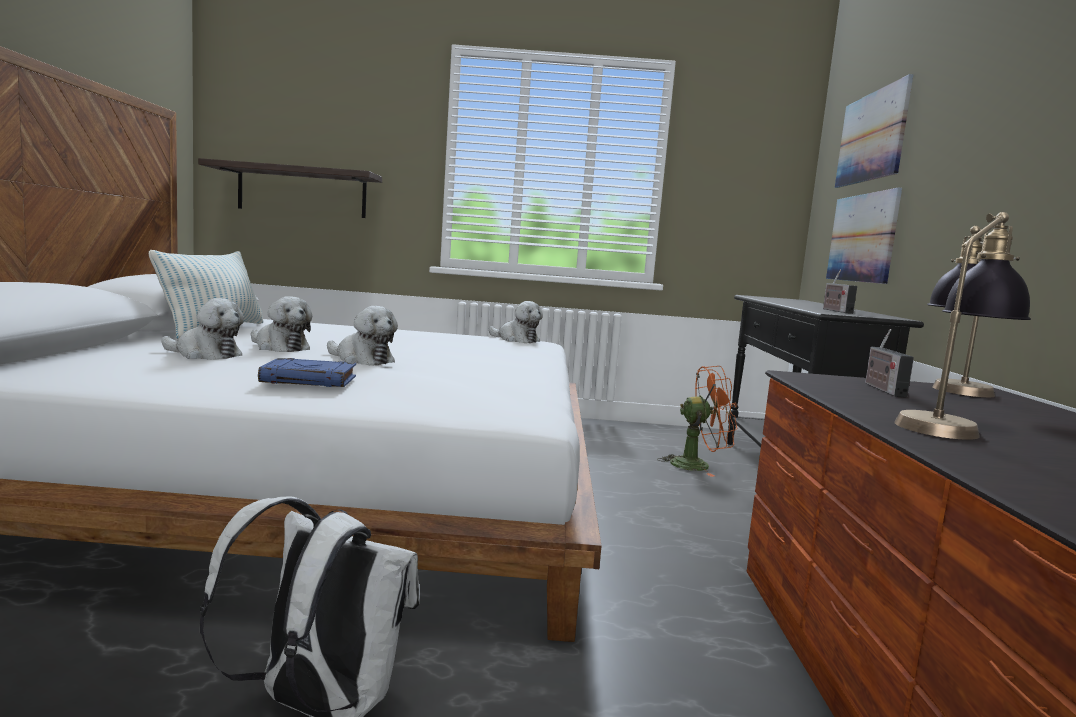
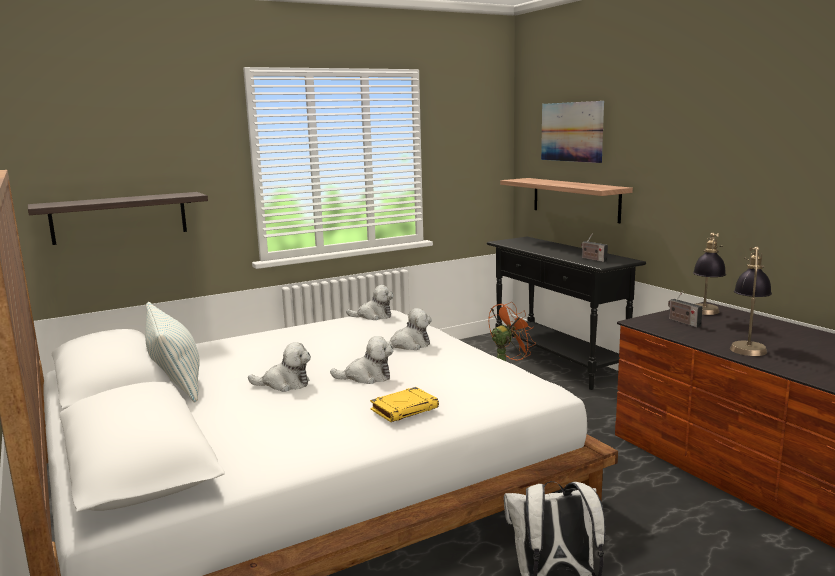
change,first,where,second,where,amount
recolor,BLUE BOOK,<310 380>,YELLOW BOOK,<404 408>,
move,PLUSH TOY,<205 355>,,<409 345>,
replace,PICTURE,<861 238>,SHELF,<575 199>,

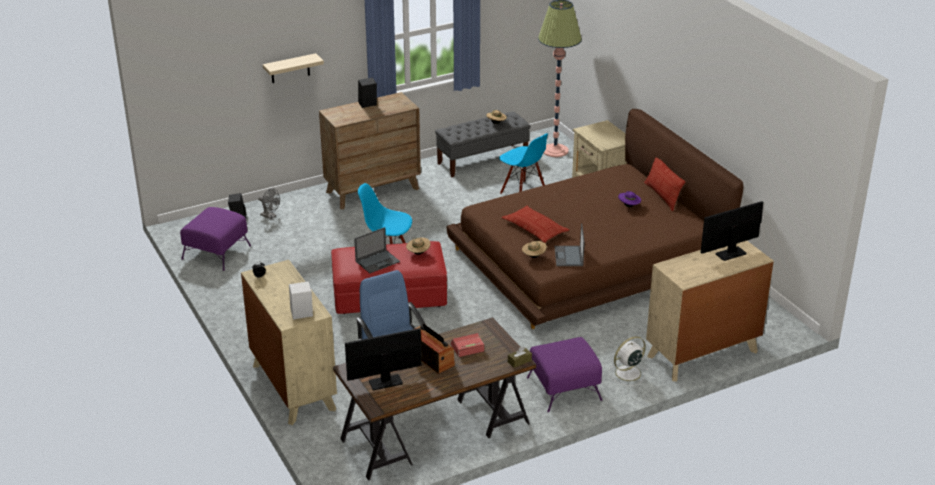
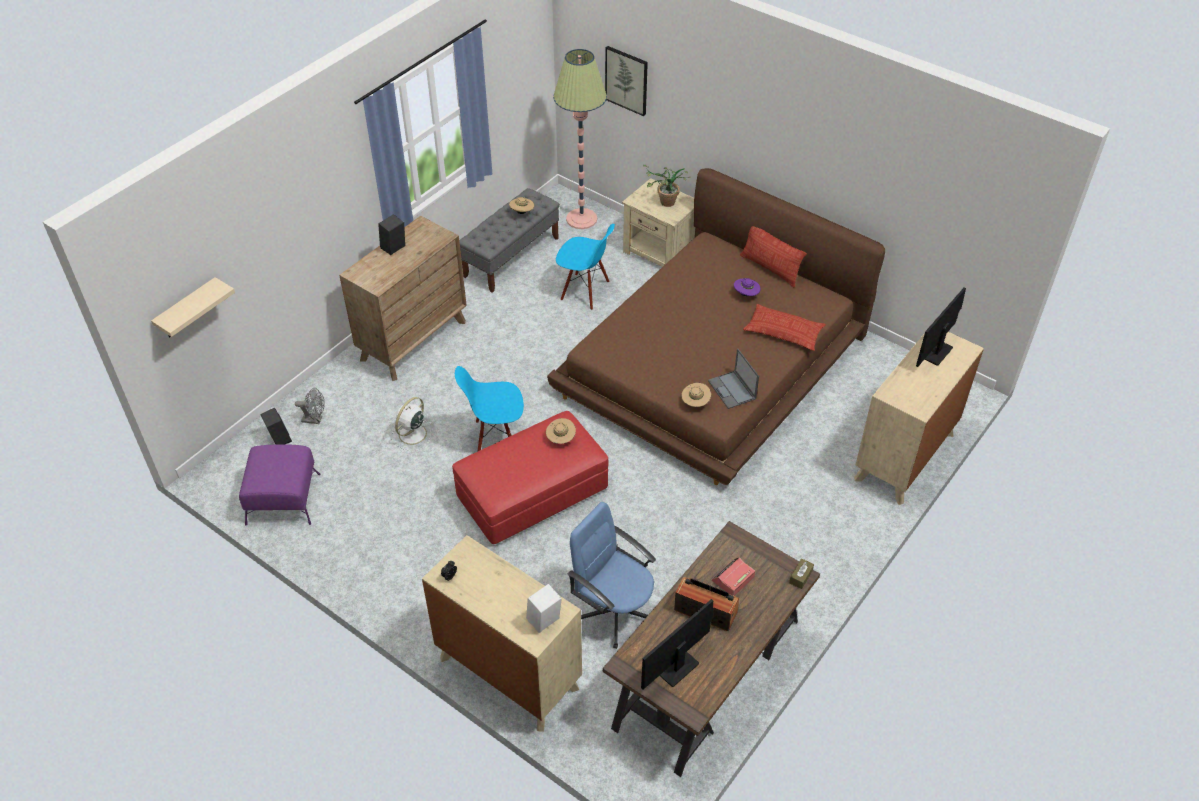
change,first,where,second,where,amount
move,BEIGE SHELF,<290 68>,,<187 310>,
move,WHITE FAN,<627 373>,,<411 435>,
insert,,,PICTURE,<627 80>,
insert,,,POTTED PLANT,<663 203>,
move,PILLOW,<535 228>,,<784 331>,
delete,LAPTOP,<378 261>,,,
delete,PURPLE OTTOMAN,<563 388>,,,

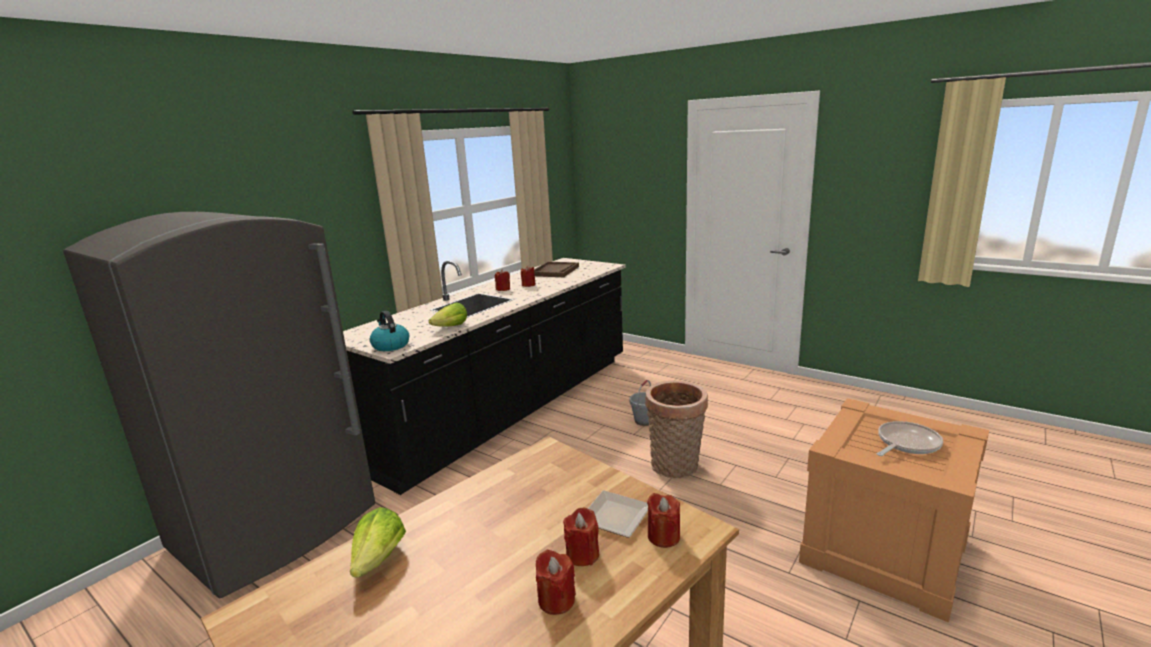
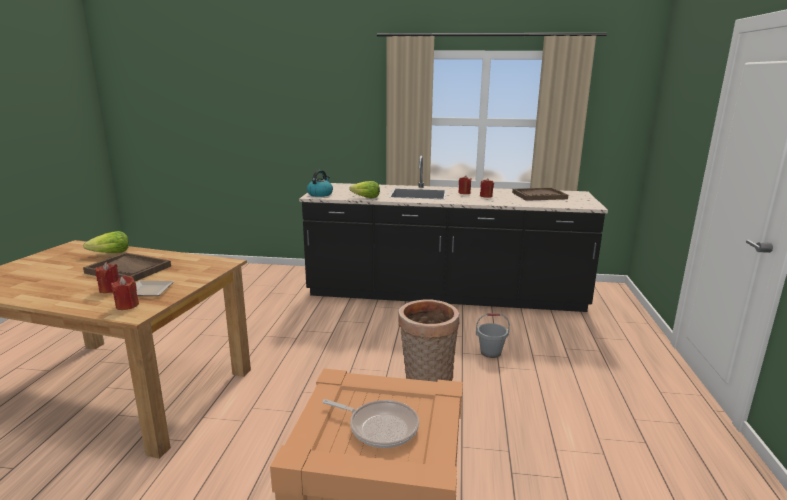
change,first,where,second,where,amount
insert,,,BROWN TRAY,<128 269>,
delete,GREY FRIDGE,<277 528>,,,
delete,RED CANDLE,<556 600>,,,

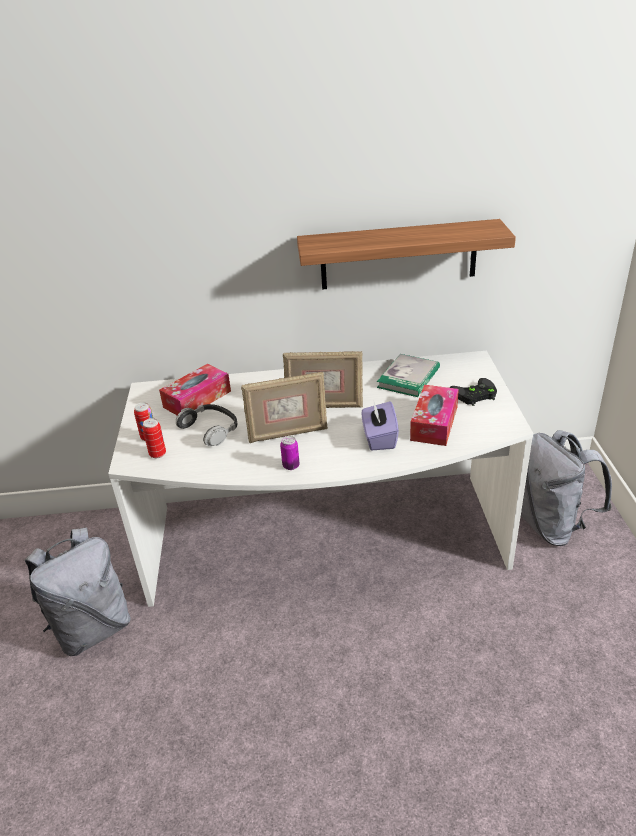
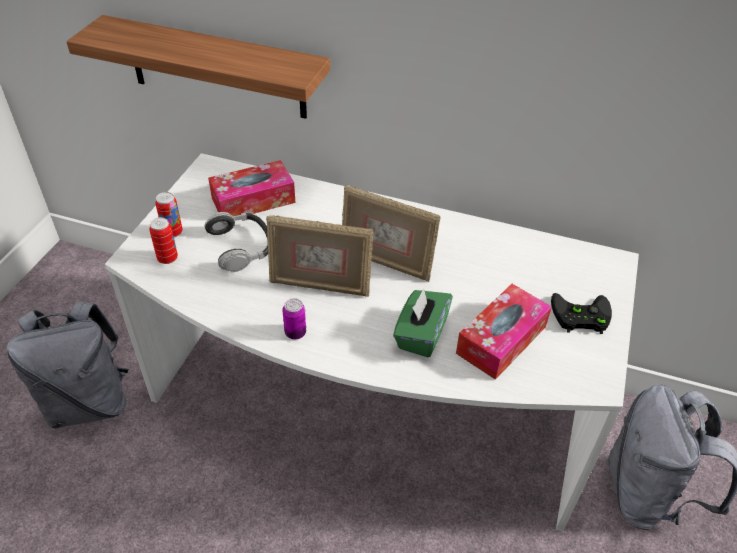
change,first,where,second,where,amount
move,SHELF,<398 255>,,<216 68>,
recolor,PURPLE TISSUE BOX,<379 438>,GREEN TISSUE BOX,<420 335>,
delete,BOOK,<408 378>,,,

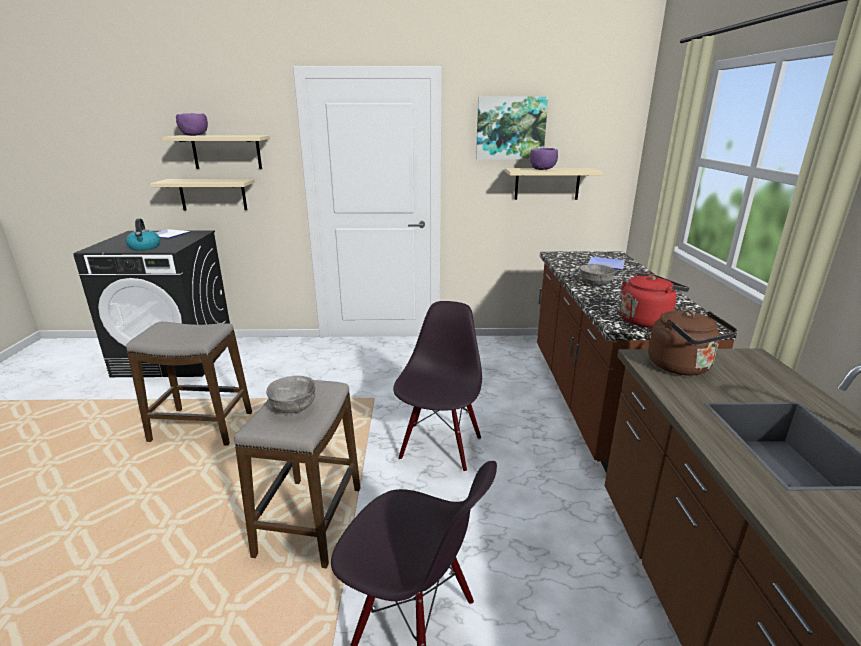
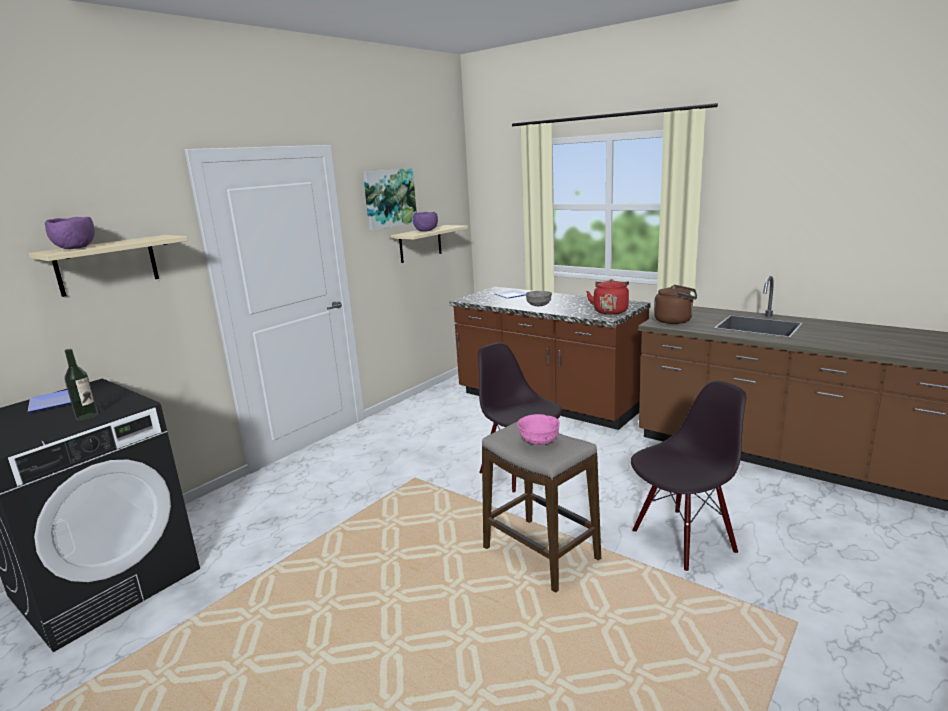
change,first,where,second,where,amount
replace,KETTLE,<145 247>,BOTTLE,<87 417>,
recolor,GREY BOWL,<294 407>,PINK BOWL,<539 441>,
delete,STOOL,<201 427>,,,
delete,BEIGE SHELF,<213 194>,,,

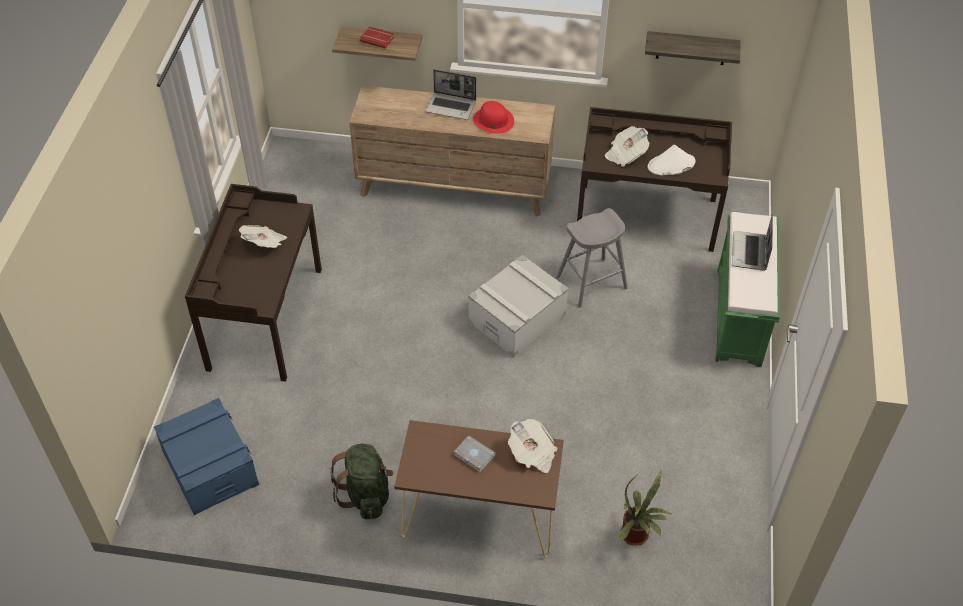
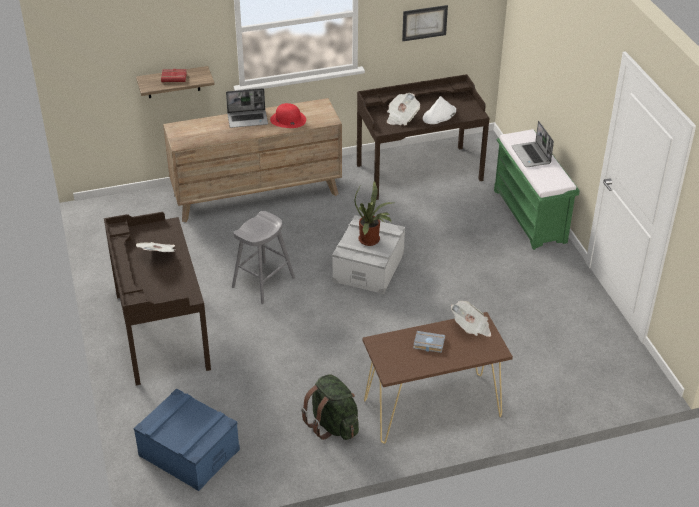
change,first,where,second,where,amount
move,GREY STOOL,<591 282>,,<263 282>,
move,POTTED PLANT,<637 536>,,<371 240>,
replace,SHELF,<691 48>,PICTURE,<424 22>,

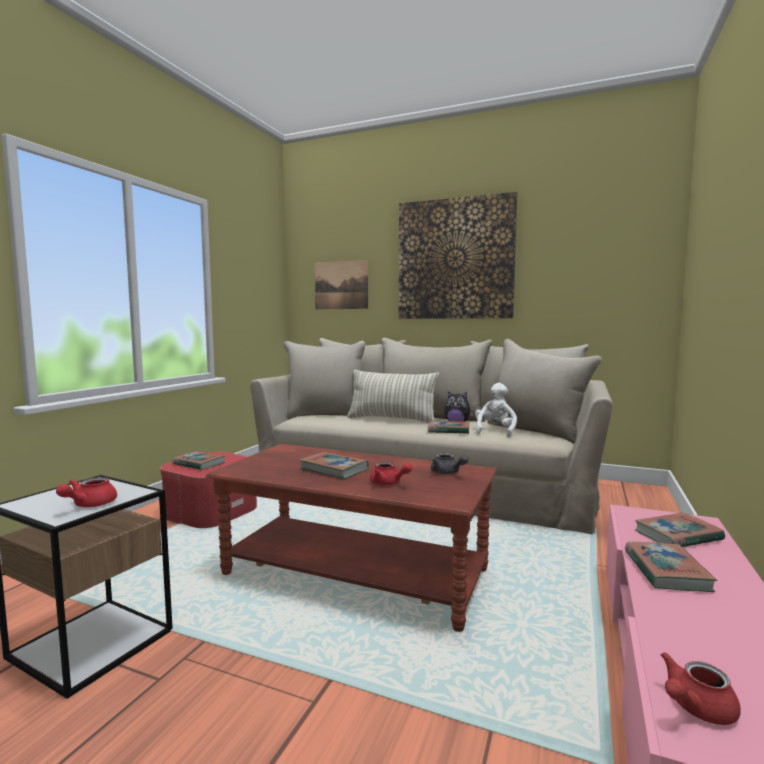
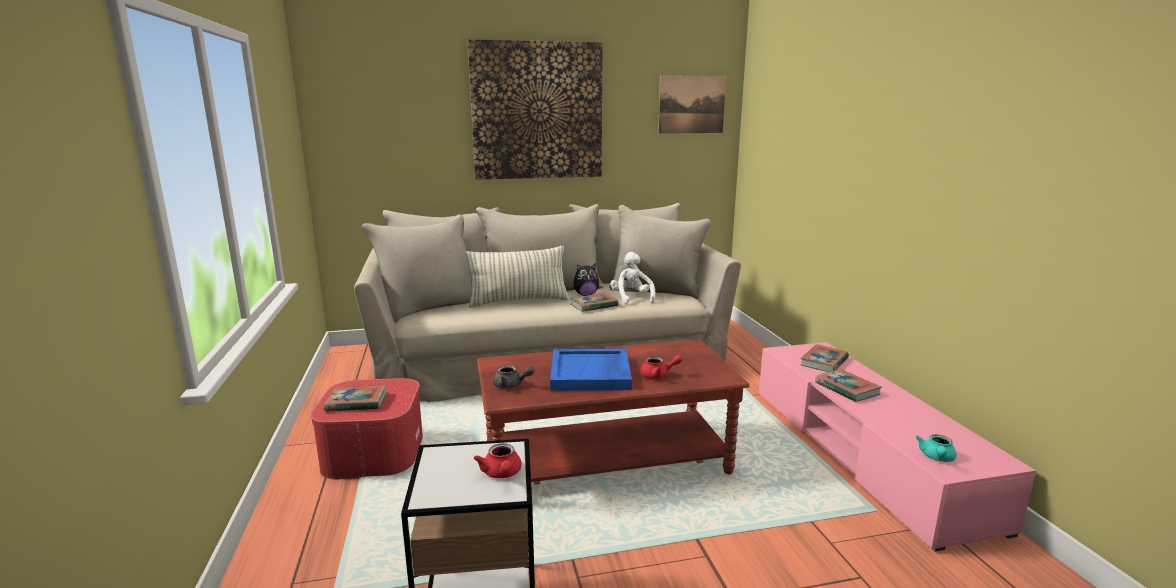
change,first,where,second,where,amount
move,GREY TEAPOT,<447 473>,,<511 385>,
replace,BOOK,<334 469>,BLUE TRAY,<591 373>,
move,PICTURE,<341 285>,,<691 104>,
recolor,RED TEAPOT,<695 708>,TURQUOISE TEAPOT,<936 458>,

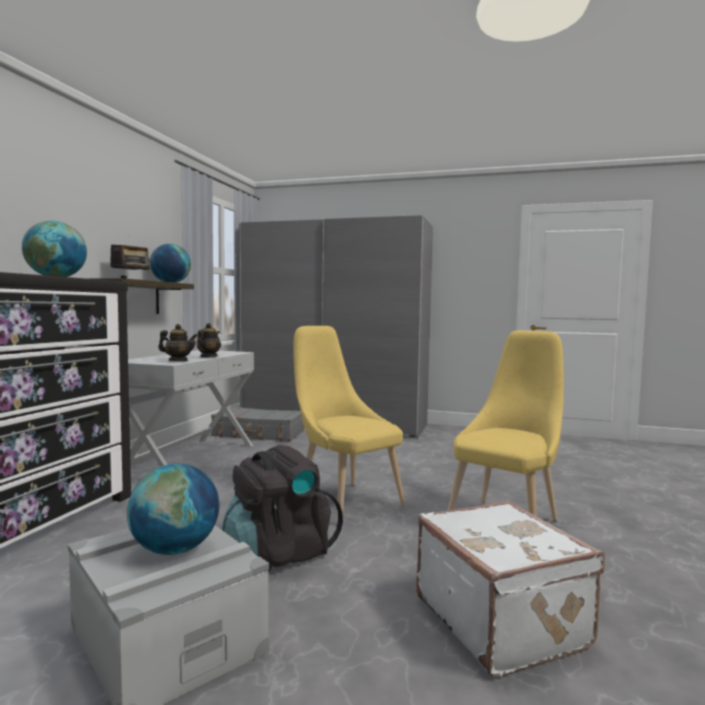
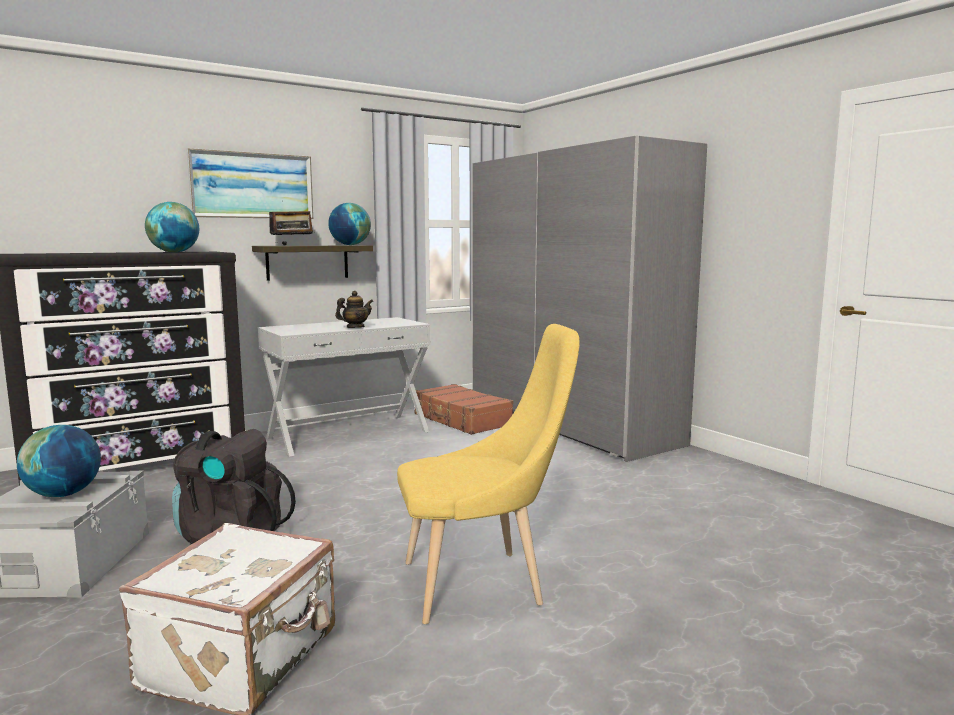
change,first,where,second,where,amount
insert,,,PICTURE,<252 185>,
recolor,GREY SUITCASE,<258 434>,BROWN SUITCASE,<461 420>,
delete,TEAPOT,<178 361>,,,
delete,YELLOW CHAIR,<344 500>,,,

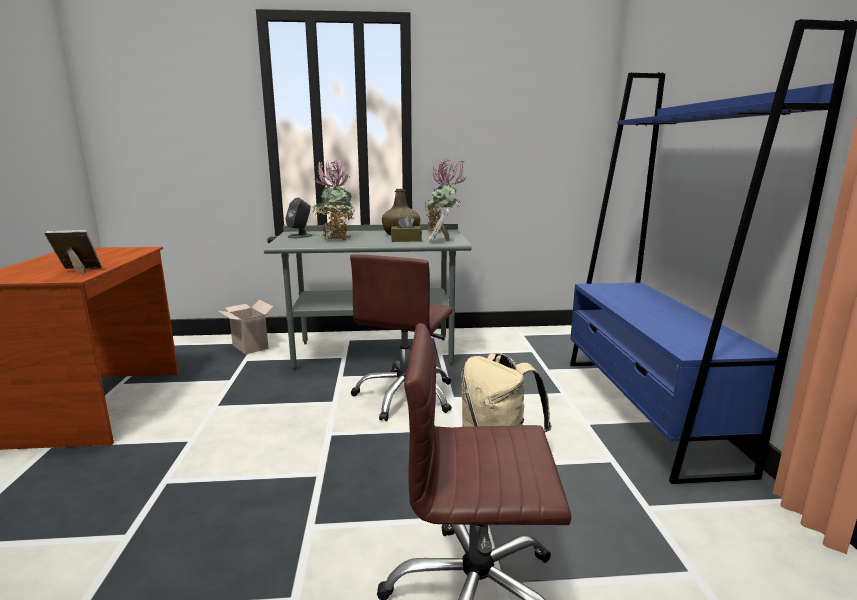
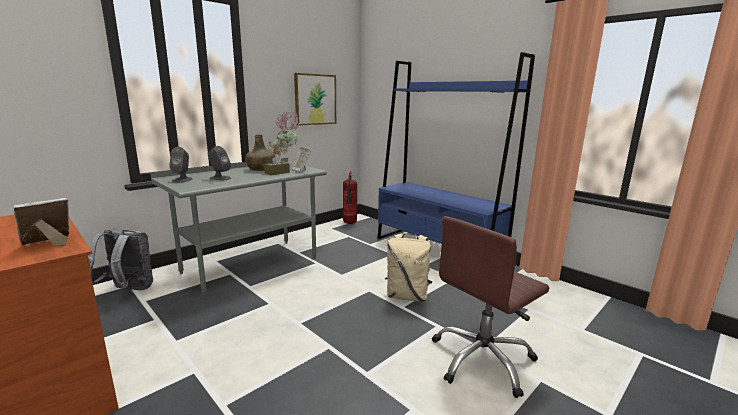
change,first,where,second,where,amount
replace,CARDBOARD BOX,<248 347>,GREY BACKPACK,<128 290>,
replace,POTTED PLANT,<335 238>,GREY SPEAKER,<220 178>,
insert,,,PICTURE,<315 99>,
insert,,,FIRE EXTINGUISHER,<350 223>,
delete,BROWN OFFICE CHAIR,<405 396>,,,

